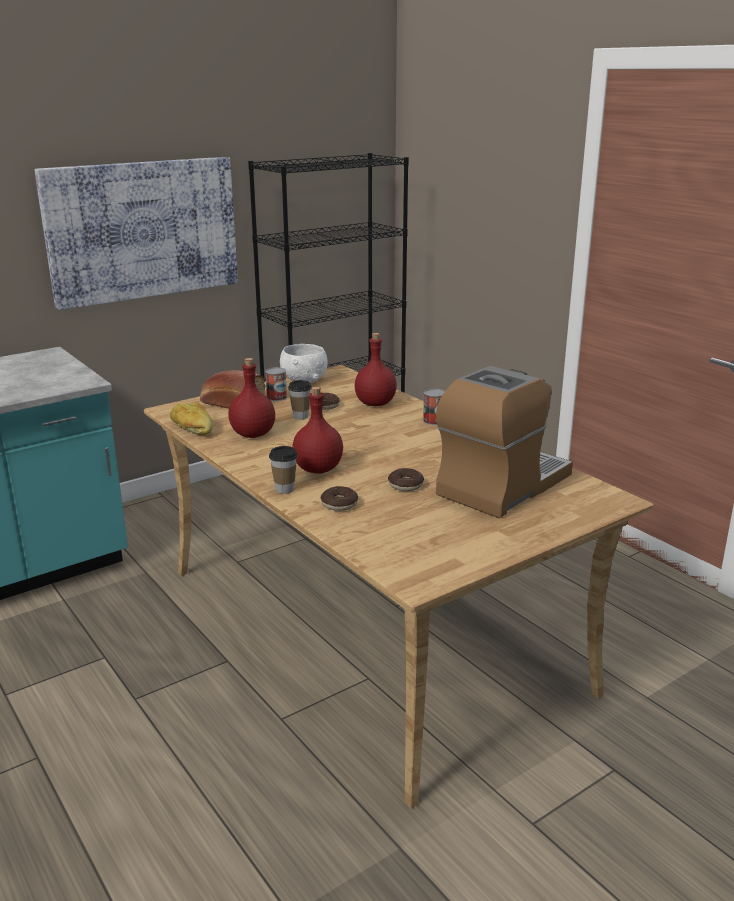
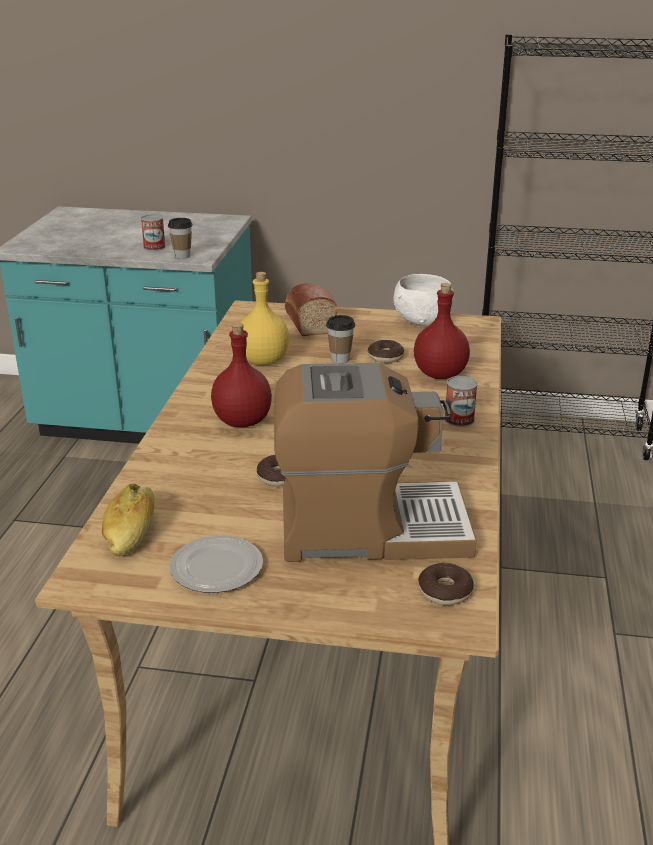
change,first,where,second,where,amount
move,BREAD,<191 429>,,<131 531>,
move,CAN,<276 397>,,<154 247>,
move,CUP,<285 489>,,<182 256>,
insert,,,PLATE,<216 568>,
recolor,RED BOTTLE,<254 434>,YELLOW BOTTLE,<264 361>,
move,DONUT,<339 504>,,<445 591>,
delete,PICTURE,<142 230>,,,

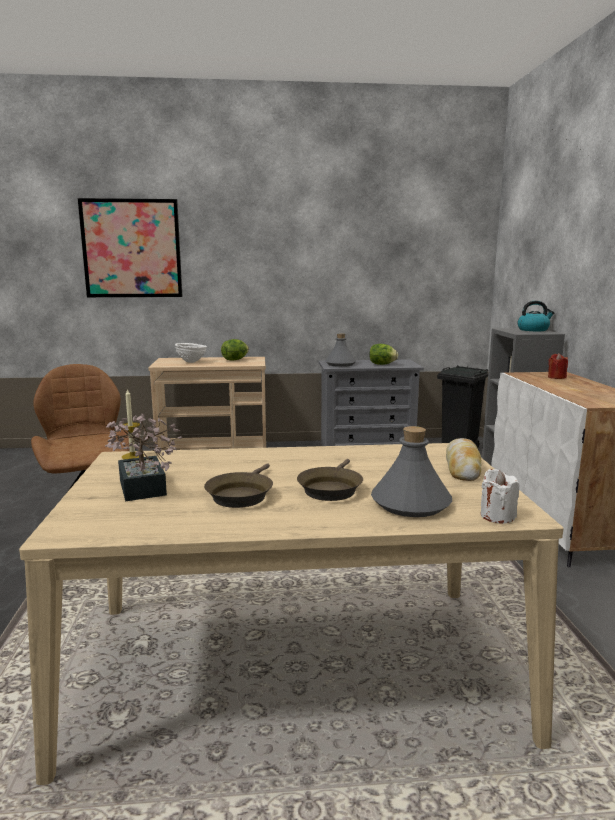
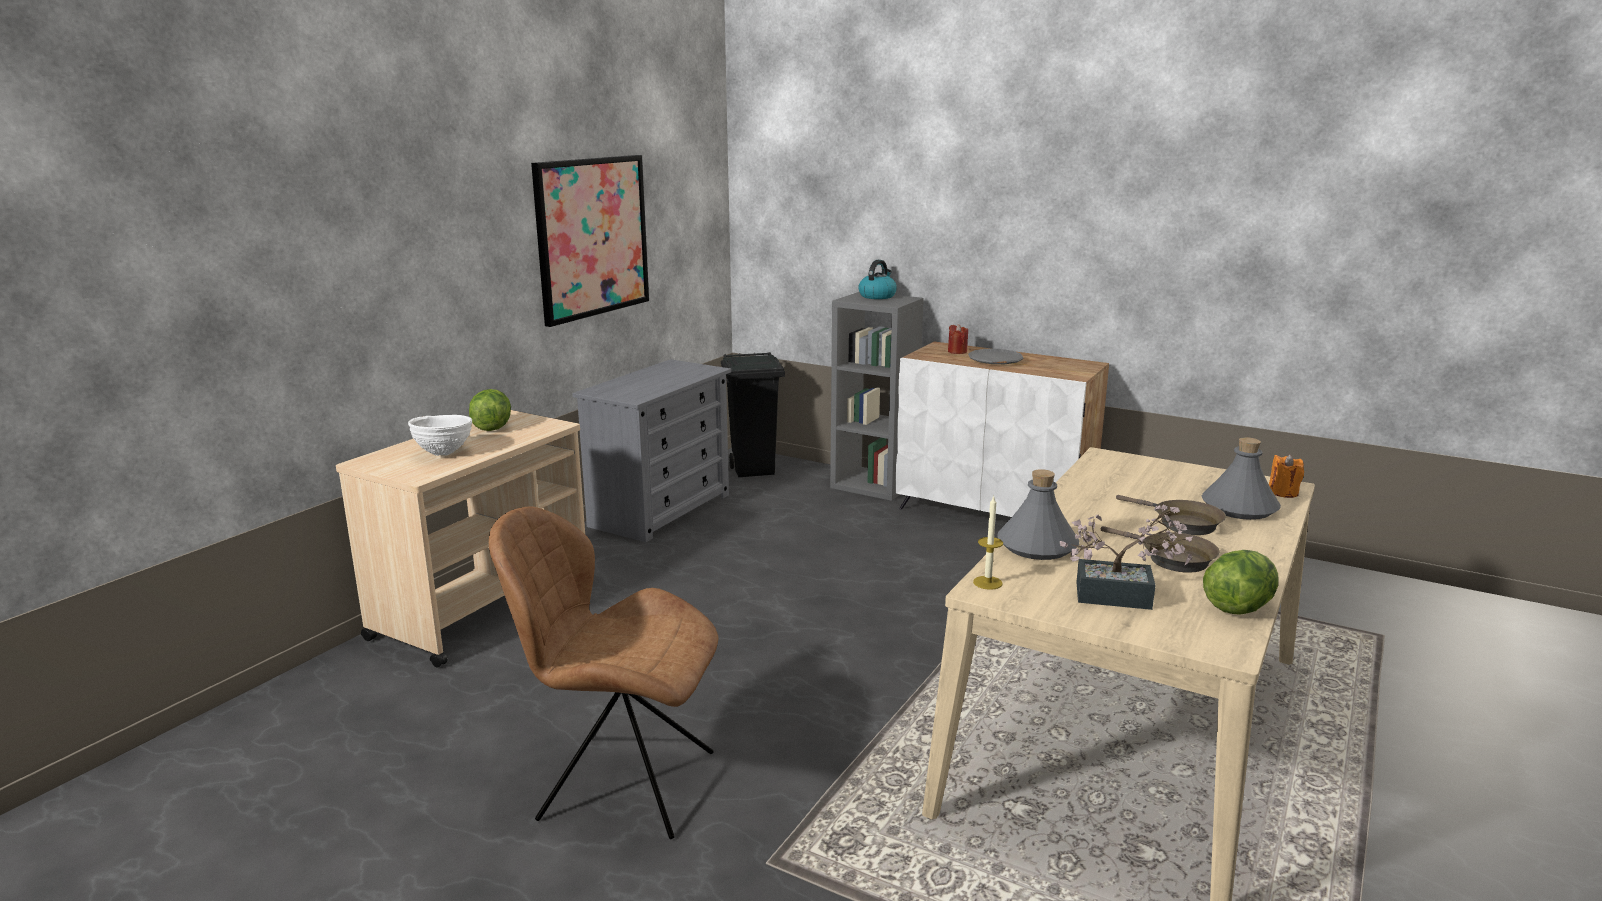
change,first,where,second,where,amount
move,PICTURE,<132 249>,,<592 237>,
insert,,,GREY PLATE,<995 361>,
move,GREY BOTTLE,<340 364>,,<1037 546>,
move,LETTUCE,<382 364>,,<1238 607>,
recolor,WHITE CANDLE,<497 516>,ORANGE CANDLE,<1283 492>,
delete,BREAD,<462 467>,,,

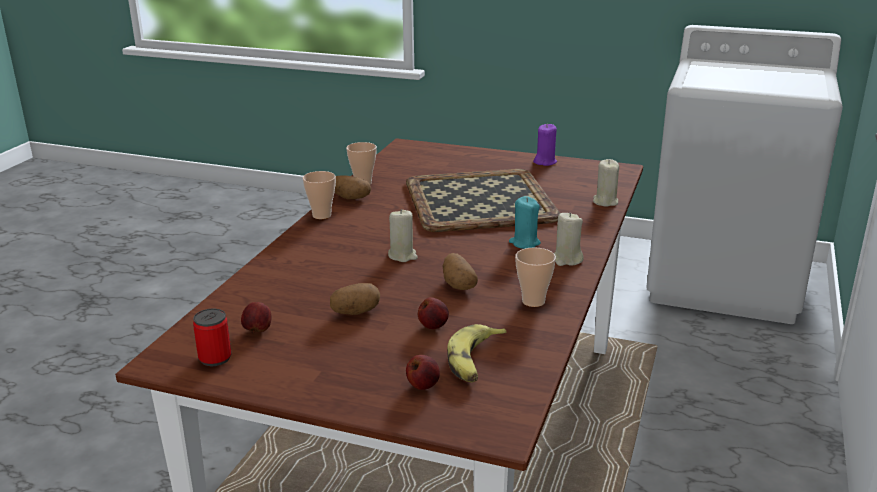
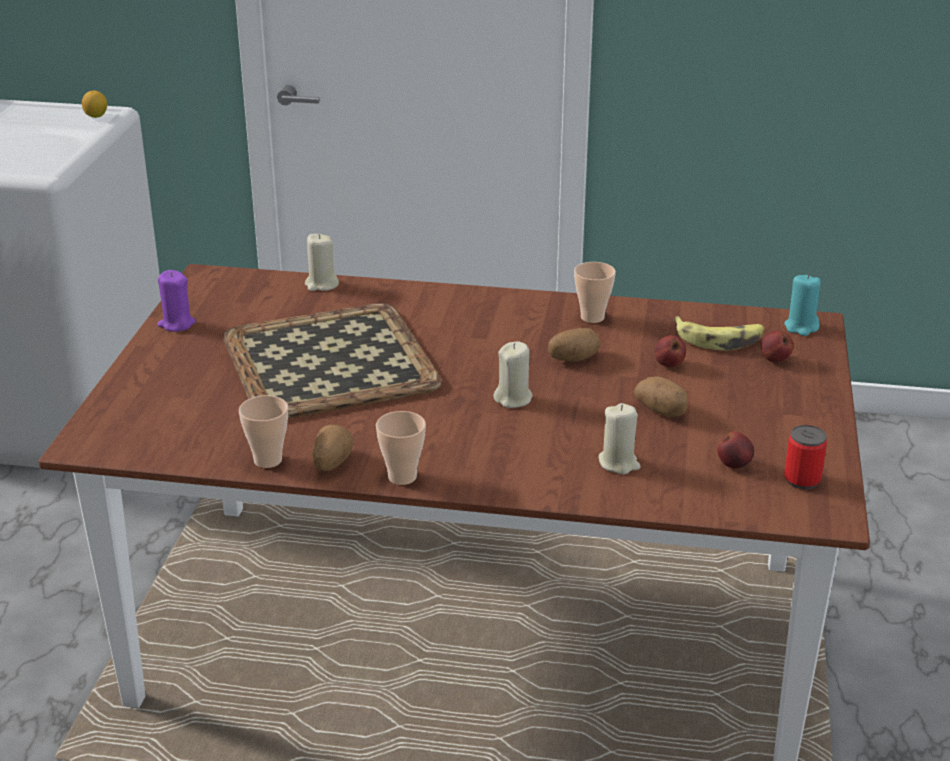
change,first,where,second,where,amount
insert,,,LEMON,<96 116>,
move,BEIGE CANDLE,<566 259>,,<619 463>,
move,TURQUOISE CANDLE,<524 243>,,<801 327>,

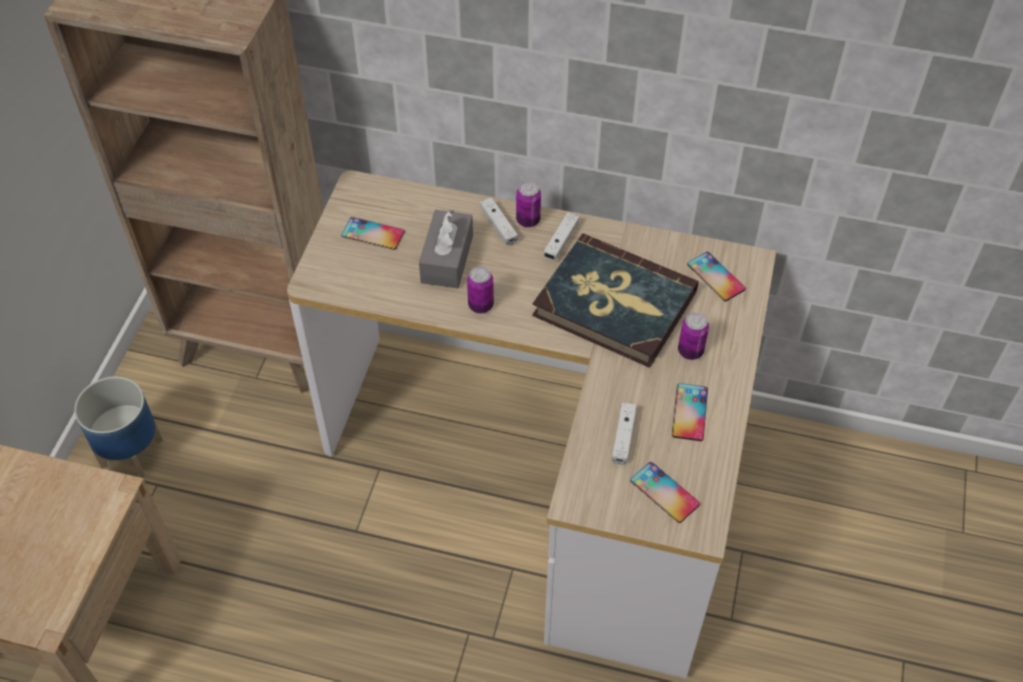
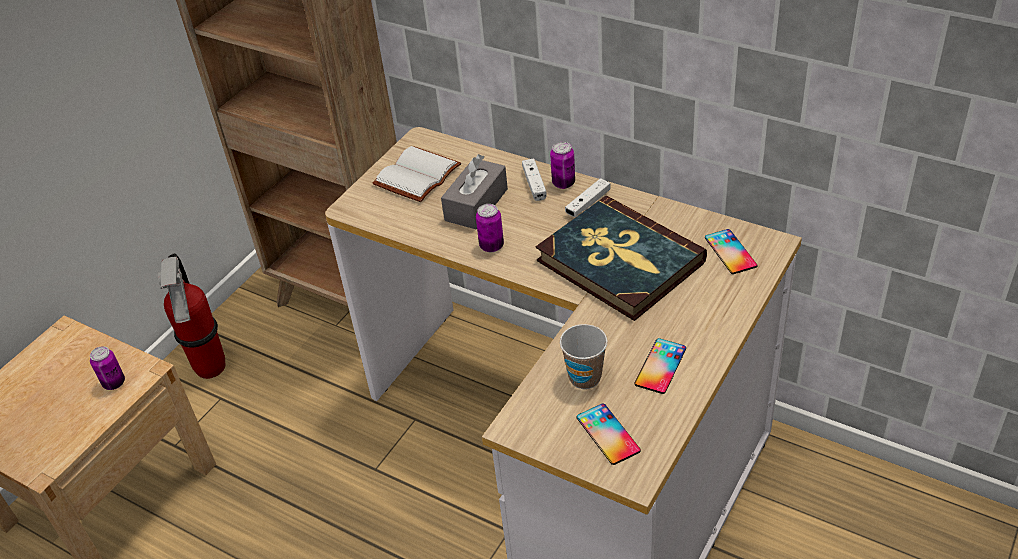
change,first,where,second,where,amount
move,CAN,<690 351>,,<114 383>,
replace,PLANTER,<132 452>,FIRE EXTINGUISHER,<210 368>,
replace,PHONE,<373 234>,WHITE BOOK,<418 177>,
replace,WHITE GAME CONTROLLER,<623 437>,CUP,<585 377>,

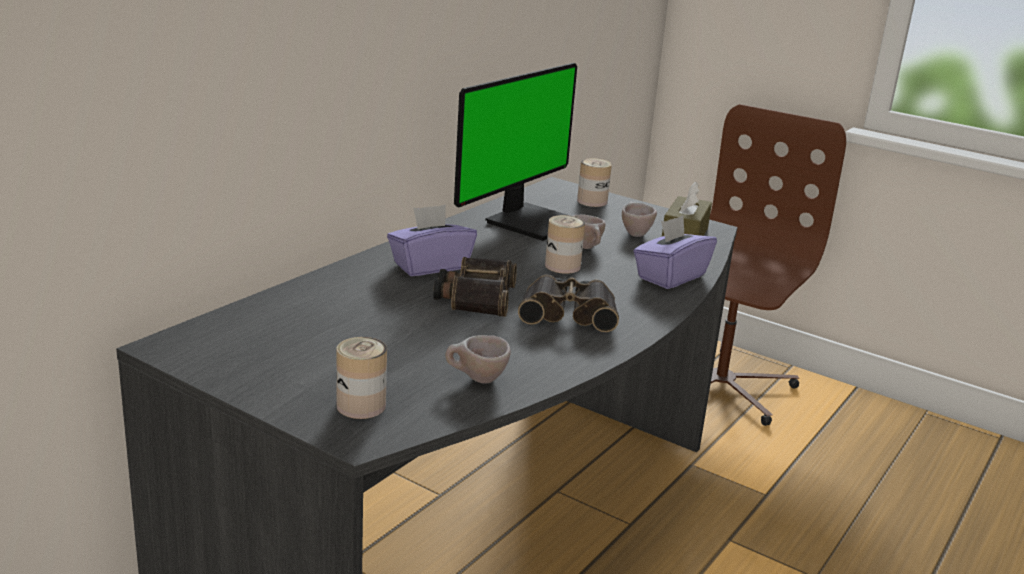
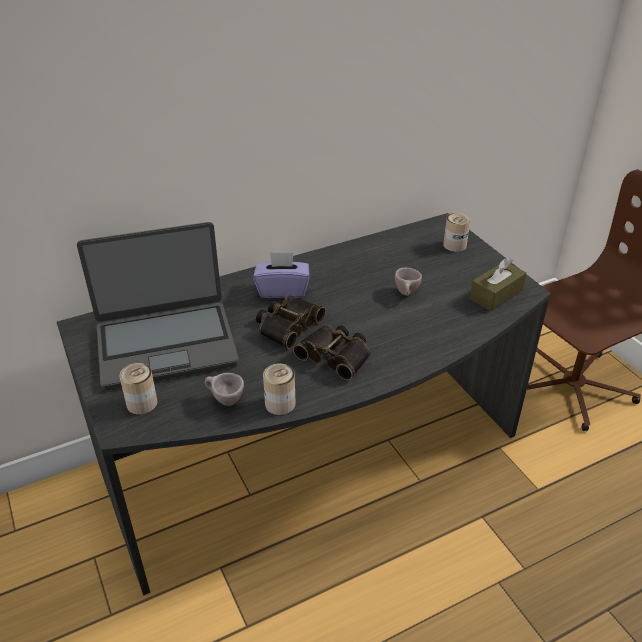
change,first,where,second,where,amount
insert,,,LAPTOP,<166 345>,
move,CAN,<562 266>,,<280 403>,
delete,MONITOR,<530 221>,,,
delete,BEIGE CUP,<633 233>,,,
delete,PURPLE TISSUE BOX,<670 276>,,,

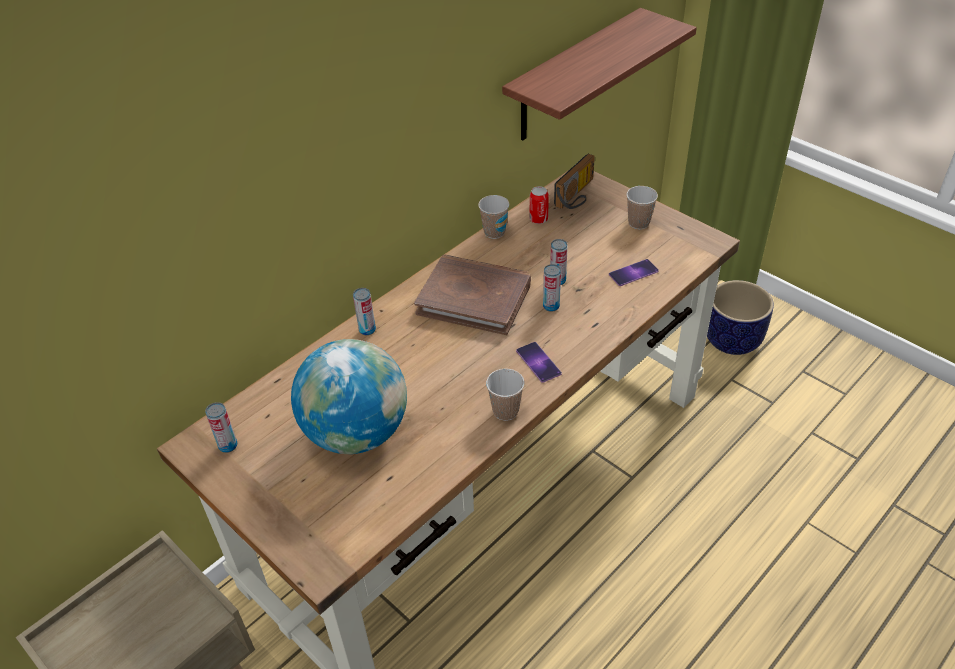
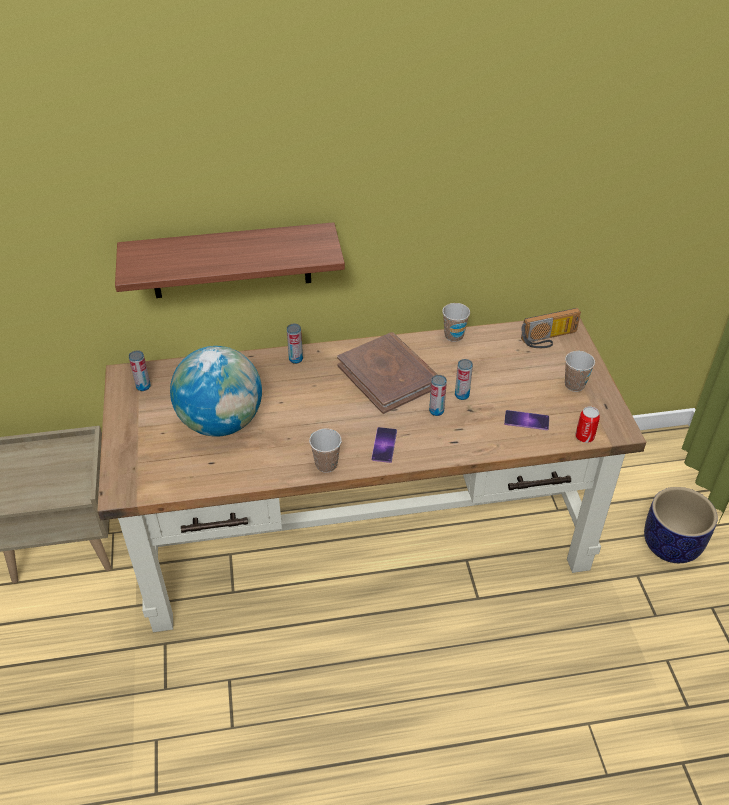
change,first,where,second,where,amount
move,SHELF,<573 76>,,<230 261>,
move,CAN,<538 219>,,<584 437>,

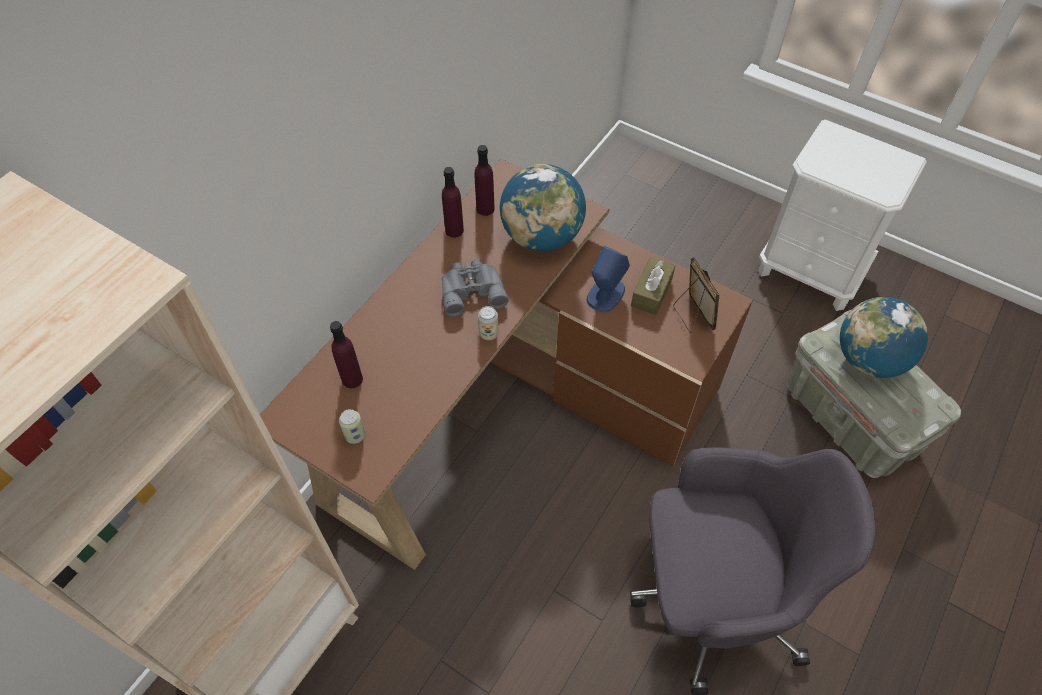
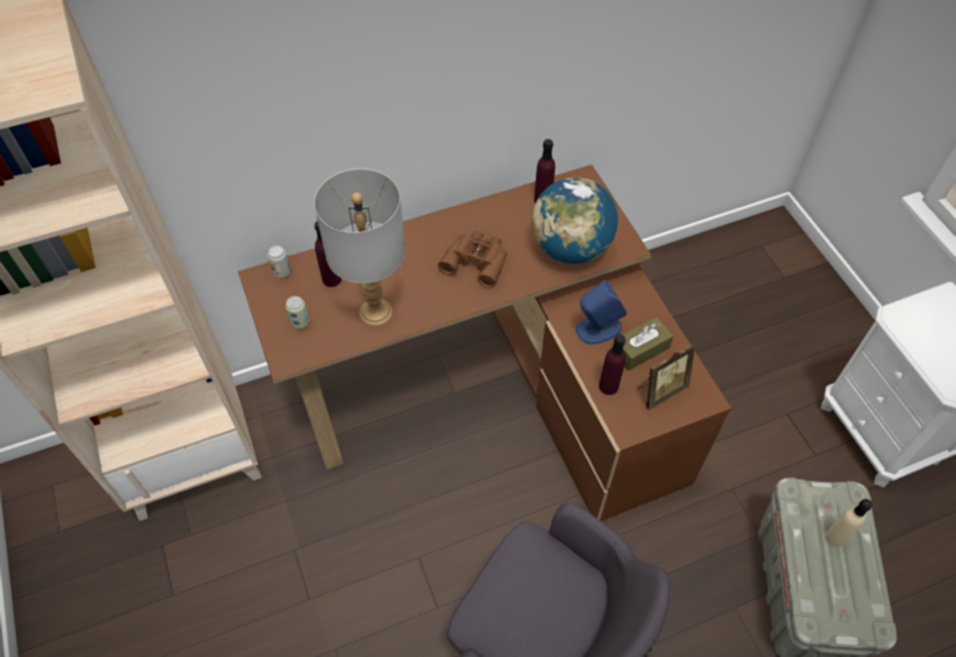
change,first,where,second,where,amount
move,CAN,<488 333>,,<282 272>,
insert,,,GREY TABLE LAMP,<376 313>,
recolor,GREY BINOCULARS,<471 290>,BROWN BINOCULARS,<476 260>,
move,PURPLE BOTTLE,<454 230>,,<608 386>,
rotate,PICTURE FRAME,<692 316>,,<660 390>,45 degrees clockwise
replace,GLOBE,<869 359>,BEIGE BOTTLE,<835 538>,

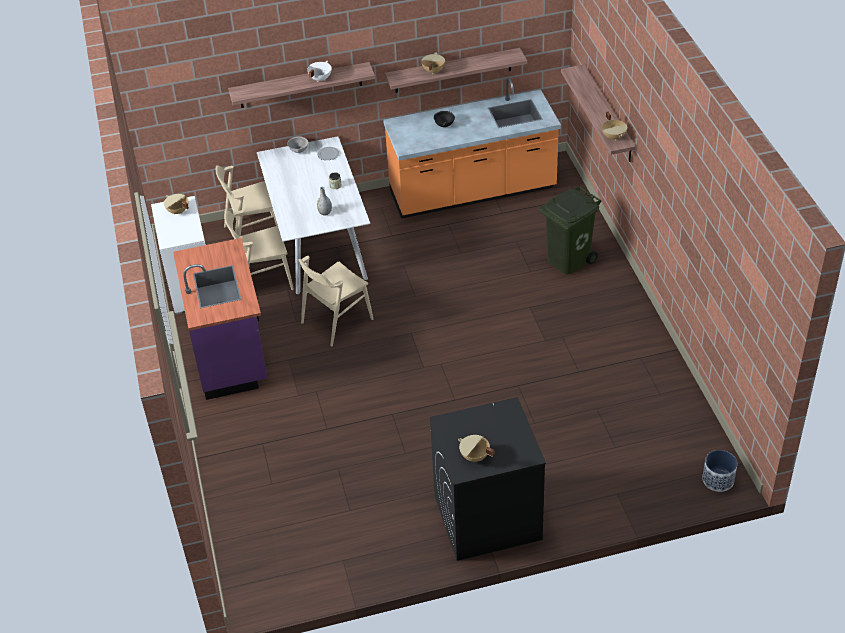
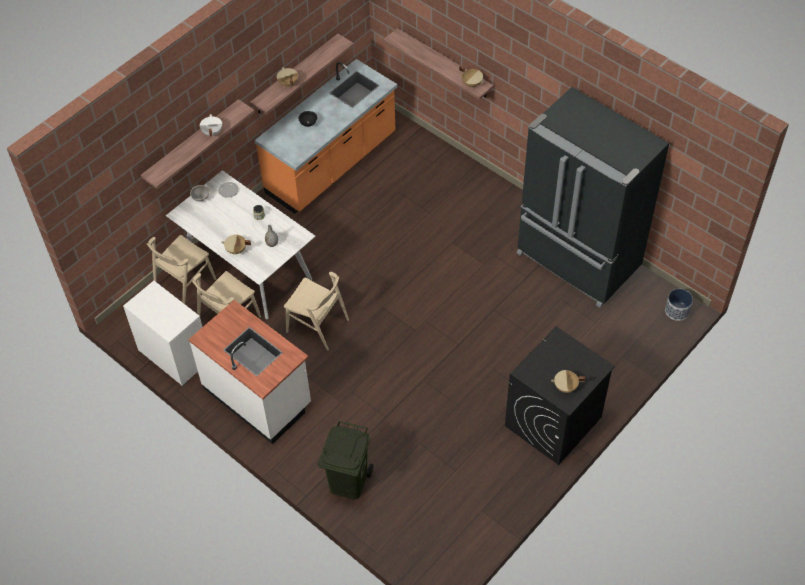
change,first,where,second,where,amount
recolor,PURPLE COUNTER,<230 354>,WHITE COUNTER,<258 396>,
move,BEIGE COOKING POT,<177 211>,,<236 250>,
rotate,BEIGE CHAIR,<336 320>,,<318 325>,75 degrees counterclockwise
move,GREEN TRASH CAN,<567 260>,,<347 481>,
insert,,,BLACK FRIDGE,<577 261>,

